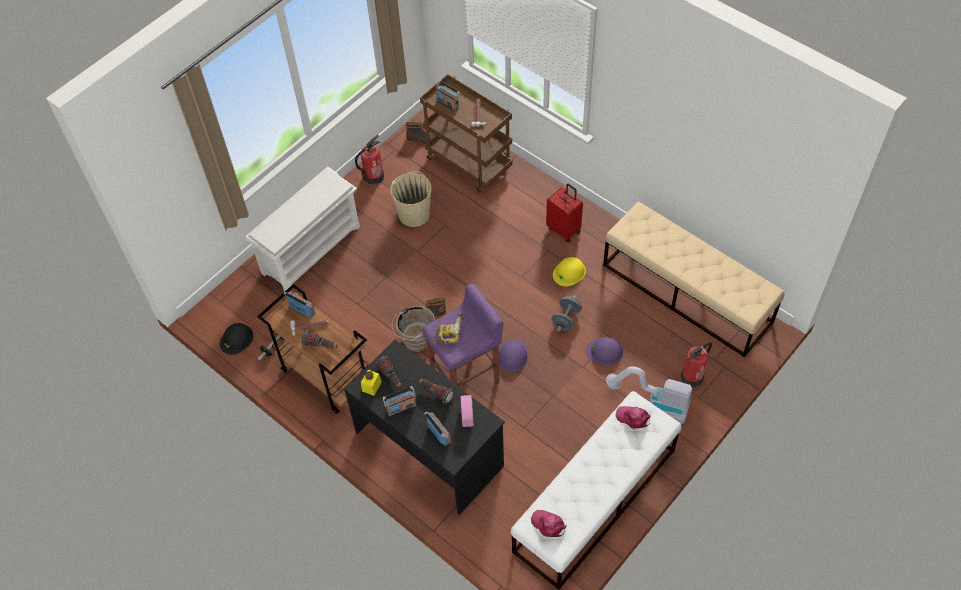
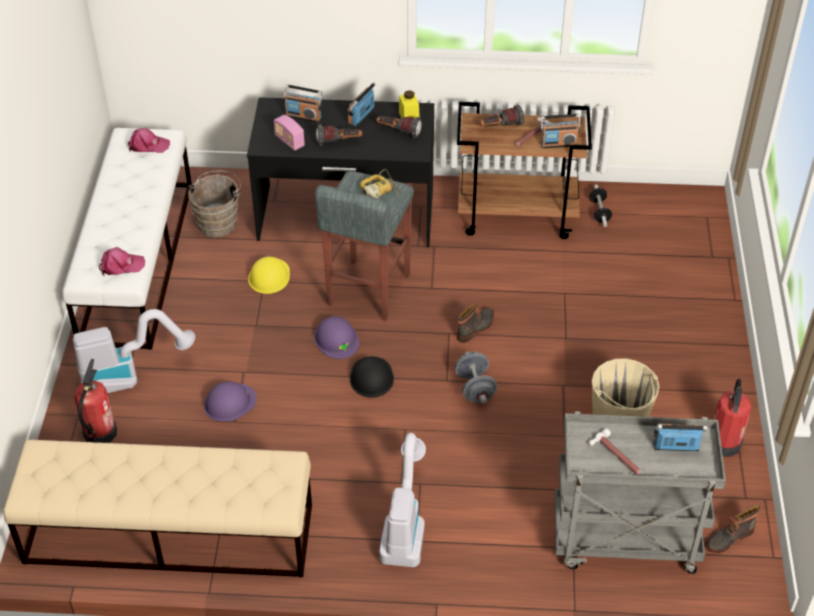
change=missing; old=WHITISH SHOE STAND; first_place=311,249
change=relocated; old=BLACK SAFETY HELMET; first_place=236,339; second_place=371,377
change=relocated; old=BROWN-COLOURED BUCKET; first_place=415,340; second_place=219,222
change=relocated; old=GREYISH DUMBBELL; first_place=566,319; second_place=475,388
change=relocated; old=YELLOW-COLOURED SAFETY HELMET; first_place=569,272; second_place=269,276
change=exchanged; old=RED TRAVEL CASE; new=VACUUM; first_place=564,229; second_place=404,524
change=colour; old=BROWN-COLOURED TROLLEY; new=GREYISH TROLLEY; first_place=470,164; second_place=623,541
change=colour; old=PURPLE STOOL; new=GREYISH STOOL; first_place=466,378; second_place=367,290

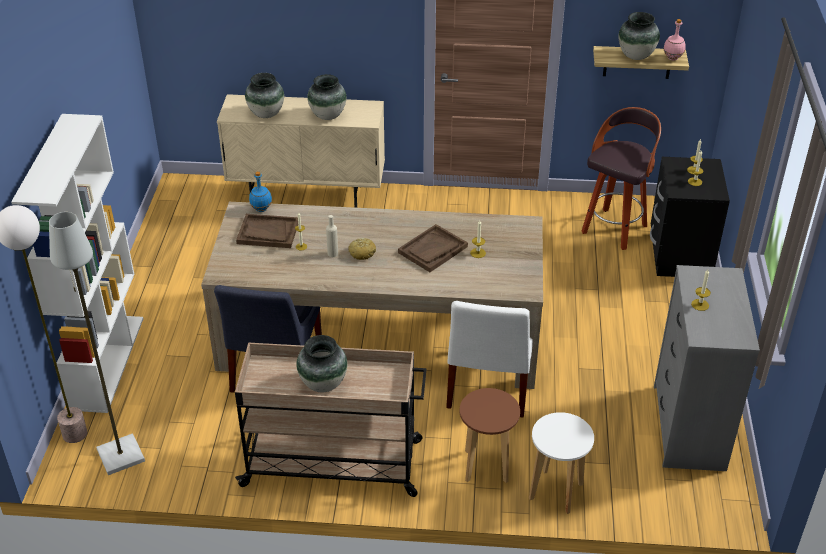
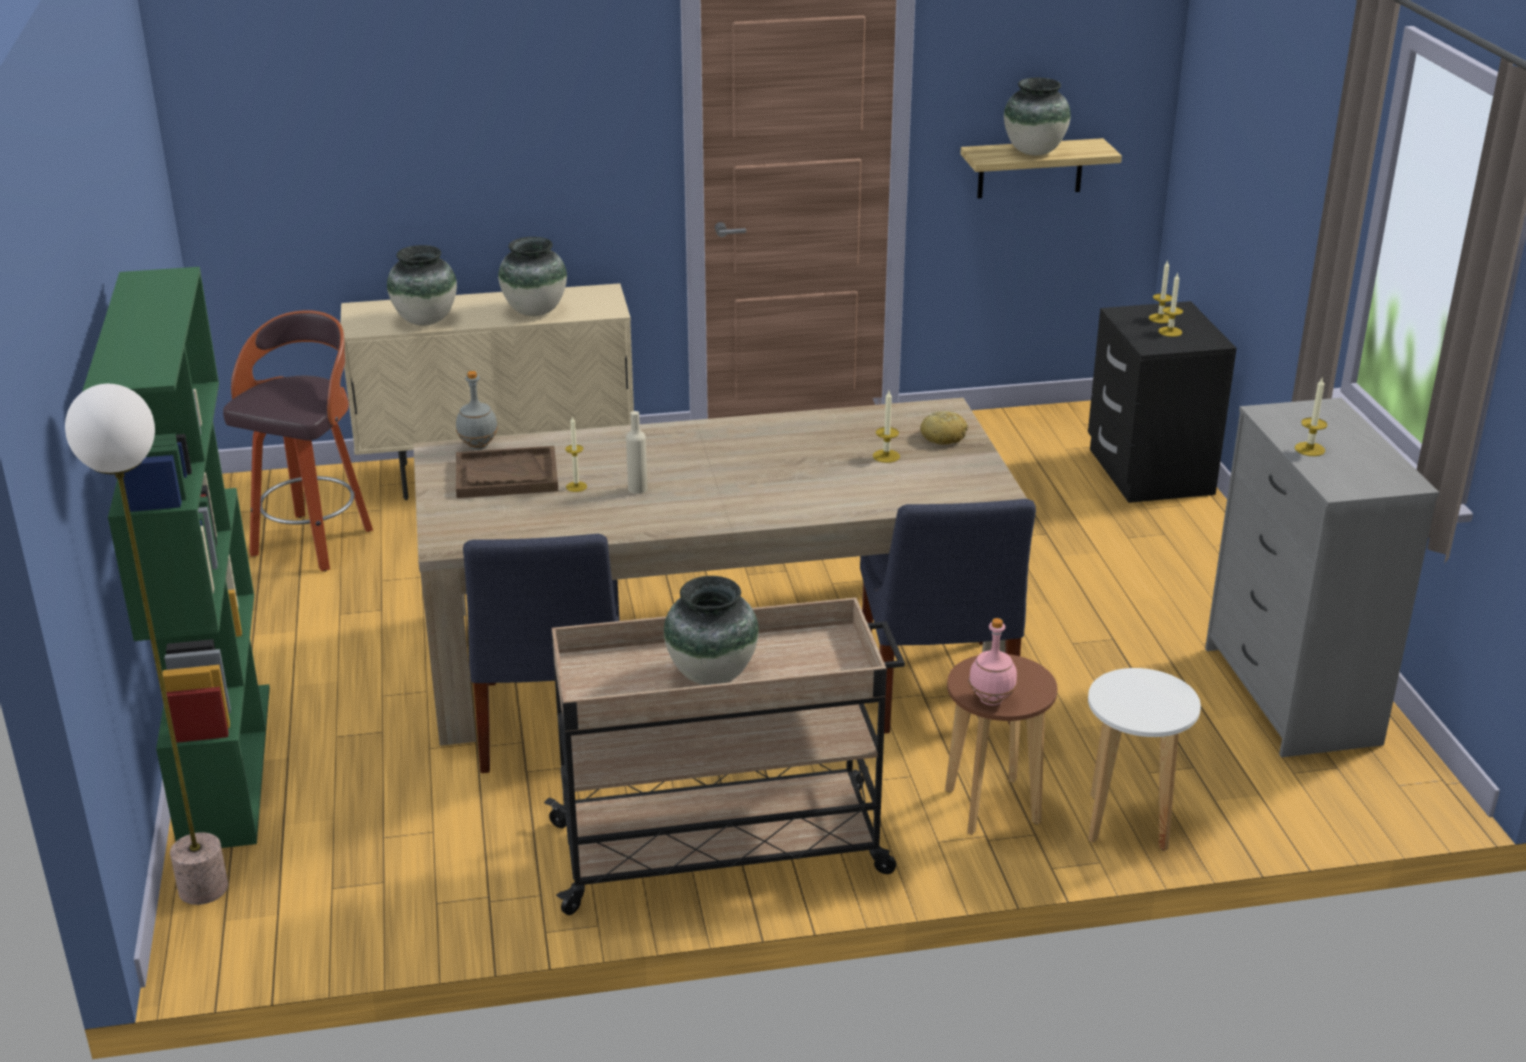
change=missing; old=GREYISH STANDARD LAMP; first_place=120,456
change=missing; old=BROWN-COLOURED CARRYING TRAY; first_place=432,250
change=relocated; old=BREAD; first_place=362,253; second_place=943,436
change=relocated; old=STOOL; first_place=615,228; second_place=314,541
change=relocated; old=PINK BOTTLE; first_place=672,58; second_place=990,700
change=colour; old=WHITISH SHELVING UNIT; new=GREEN-COLOURED SHELVING UNIT; first_place=107,362; second_place=225,764
change=colour; old=BLUE BOTTLE; new=GREYISH BOTTLE; first_place=261,209; second_place=477,446
change=colour; old=WHITISH UPRIGHT CHAIR; new=BLUE UPRIGHT CHAIR; first_place=488,386; second_place=936,690

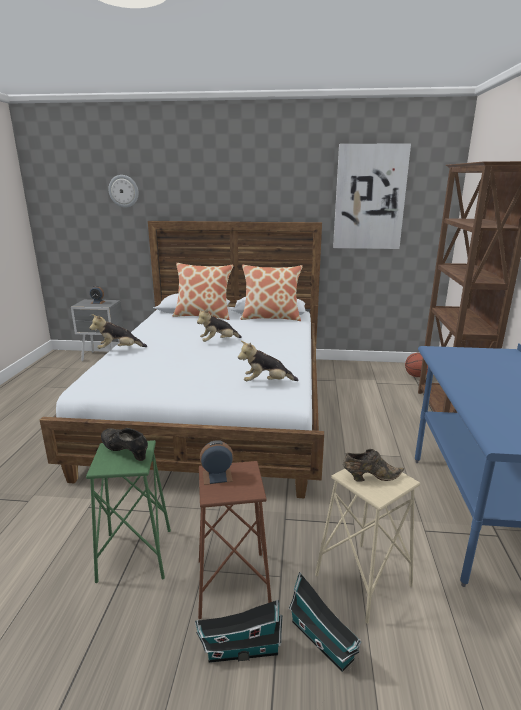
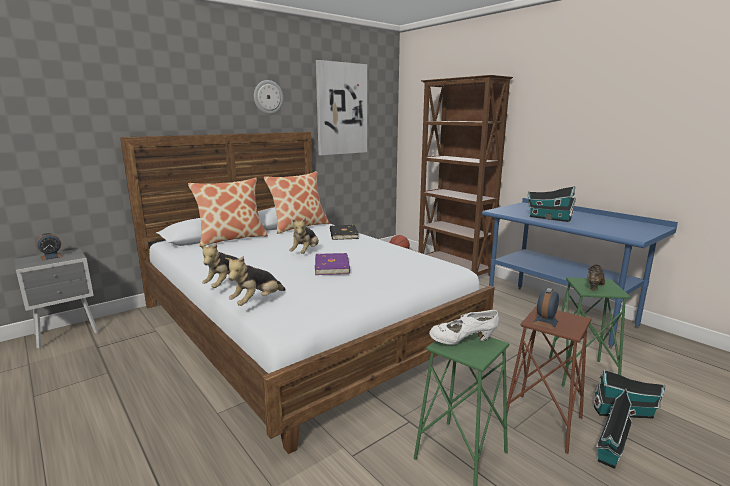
change=appeared; new=PURPLE VOLUME; second_place=333,266
change=appeared; new=BLACK VOLUME; second_place=343,234
change=appeared; new=MINIATURE HOUSE; second_place=548,218
change=relocated; old=HANGING CLOCK; first_place=123,191; second_place=268,97
change=relocated; old=SOFT TOY; first_place=266,383; second_place=257,302
change=colour; old=BLACK SHOE; new=WHITISH SHOE; first_place=125,452; second_place=462,341
change=colour; old=SAND-COLOURED STOOL; new=GREEN-COLOURED STOOL; first_place=363,580; second_place=581,373

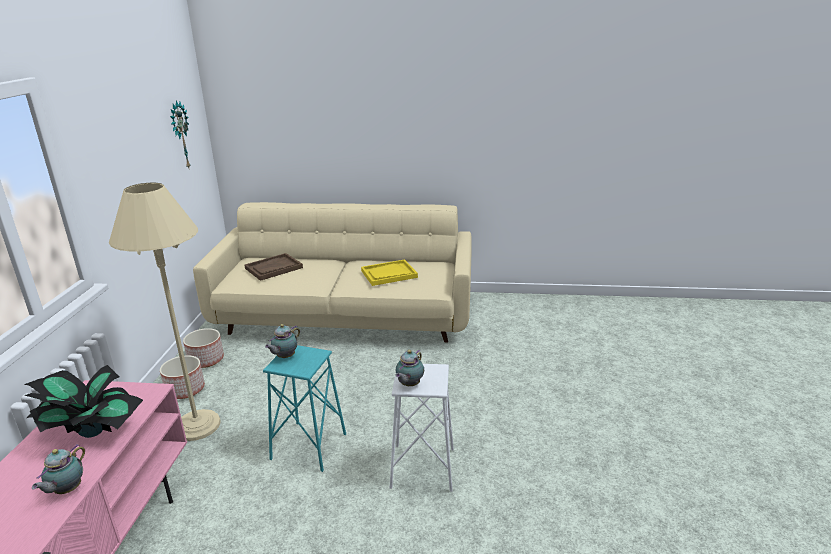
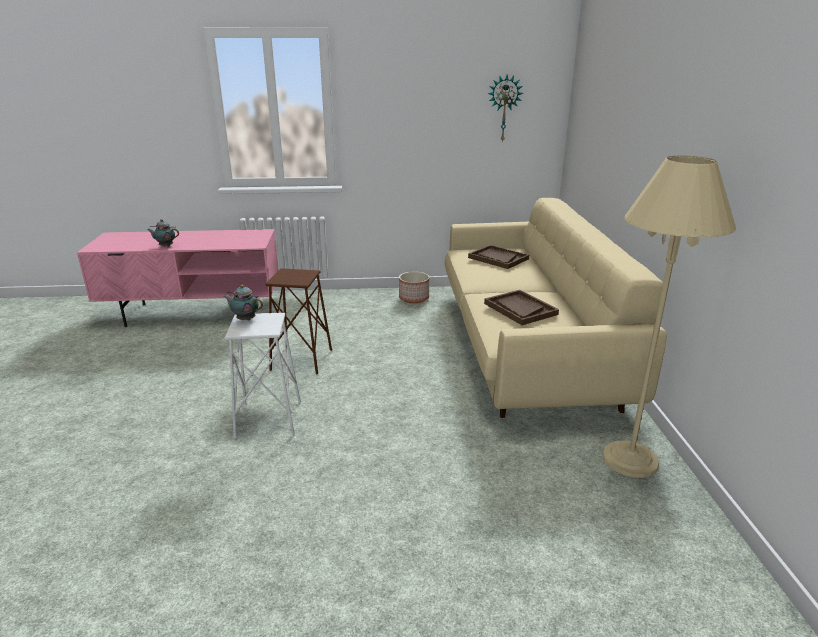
change=missing; old=HOUSEPLANT; first_place=92,431
change=missing; old=PLANT POT; first_place=185,390
change=missing; old=TEAPOT; first_place=284,357
change=relocated; old=SAND-COLOURED STANDARD LAMP; first_place=197,425; second_place=630,459
change=colour; old=TURQUOISE STOOL; new=BROWN-COLOURED STOOL; first_place=309,446; second_place=301,360
change=colour; old=YELLOW-COLOURED CARRYING TRAY; new=BROWN-COLOURED CARRYING TRAY; first_place=389,274; second_place=520,309

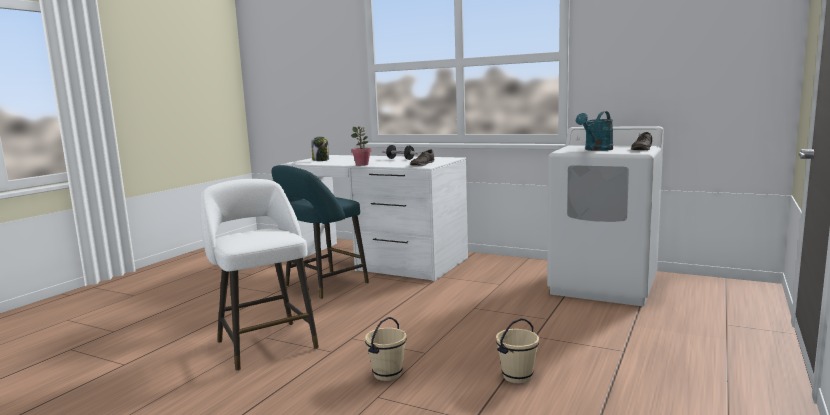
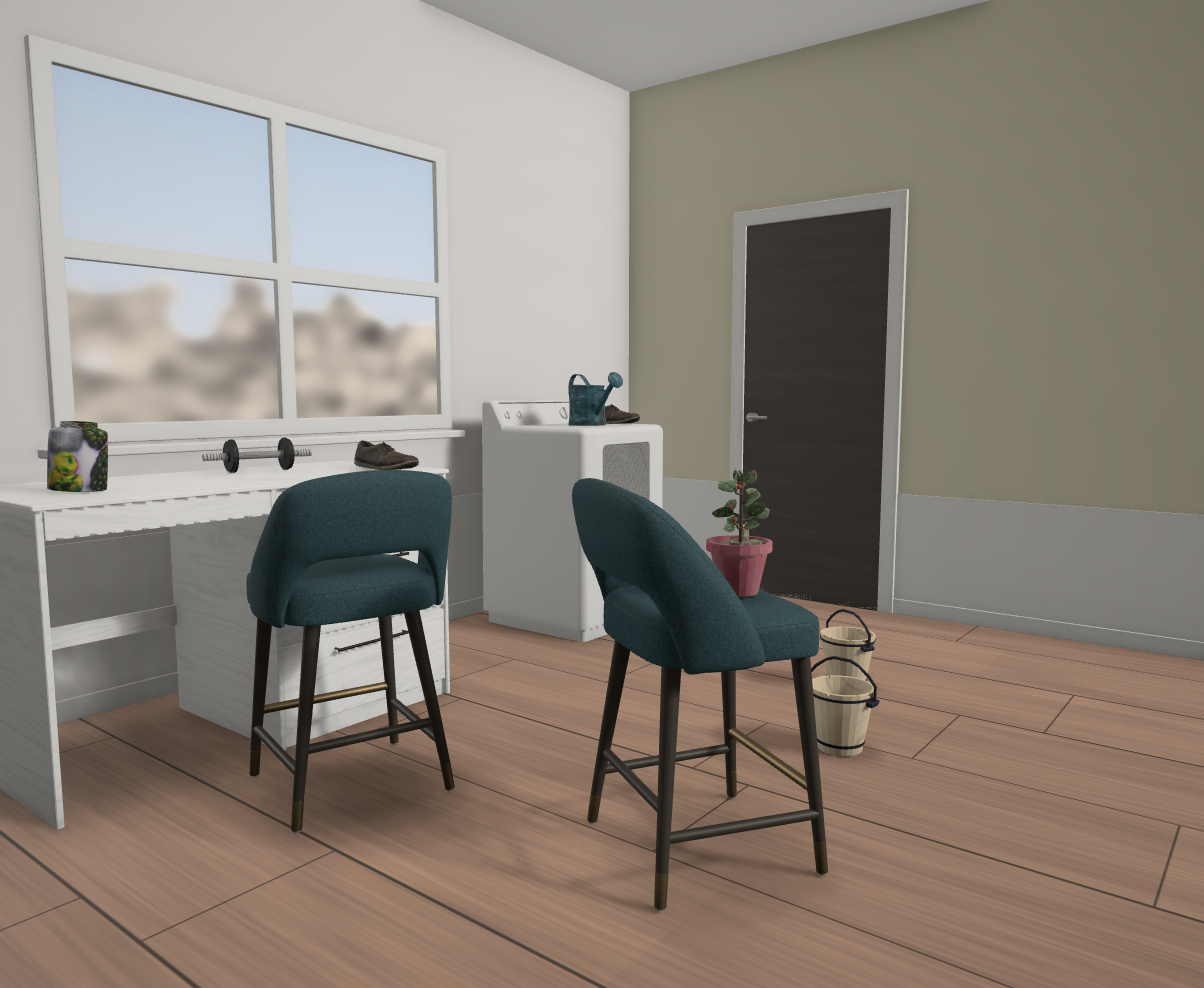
change=relocated; old=HOUSEPLANT; first_place=362,165; second_place=738,592
change=colour; old=WHITISH STOOL; new=TURQUOISE STOOL; first_place=265,343; second_place=686,849

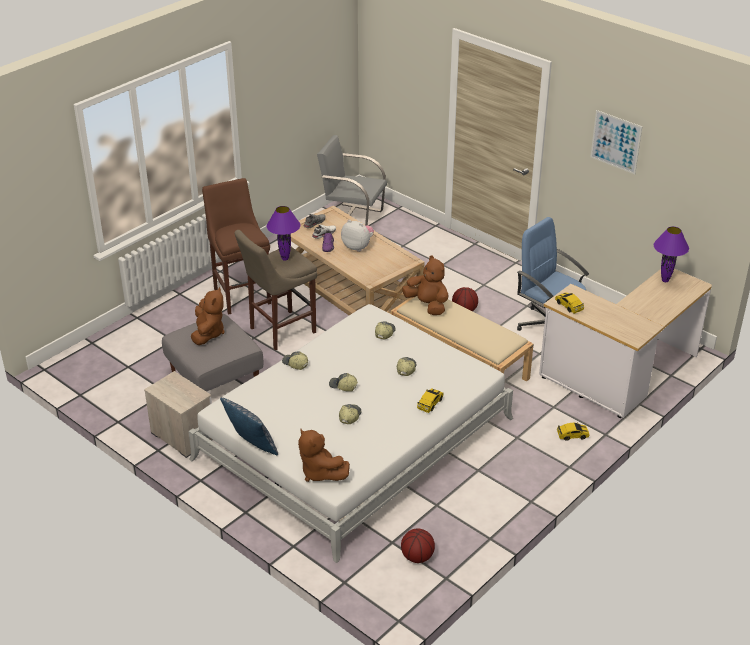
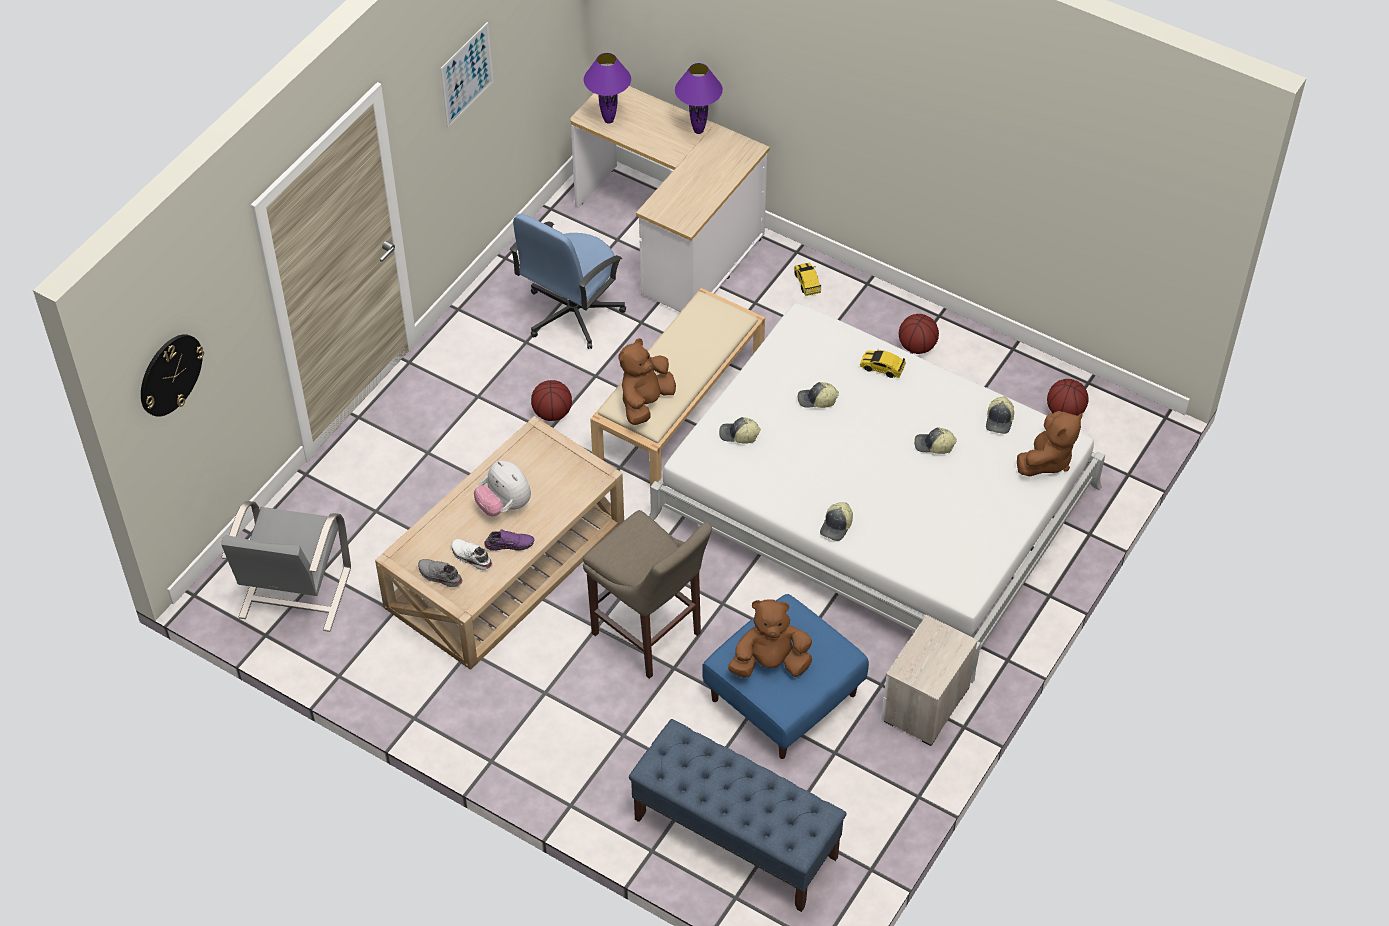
change=missing; old=BROWN-COLOURED STOOL; first_place=241,294
change=missing; old=PILLOW; first_place=252,447
change=missing; old=MODEL CAR; first_place=569,306
change=appeared; new=HANGING CLOCK; second_place=170,374
change=appeared; new=BLUE LONG SEAT; second_place=735,838
change=appeared; new=BASKETBALL BALL; second_place=917,346
change=relocated; old=PURPLE LAMP FOR A TABLE; first_place=285,258; second_place=698,130
change=relocated; old=CAP; first_place=343,386; second_place=1000,420
change=colour; old=GREYISH POUFFE; new=BLUE POUFFE; first_place=215,377; second_place=783,696
change=spun; old=SOFT TOY; first_place=357,247; second_place=504,505; degrees=-60

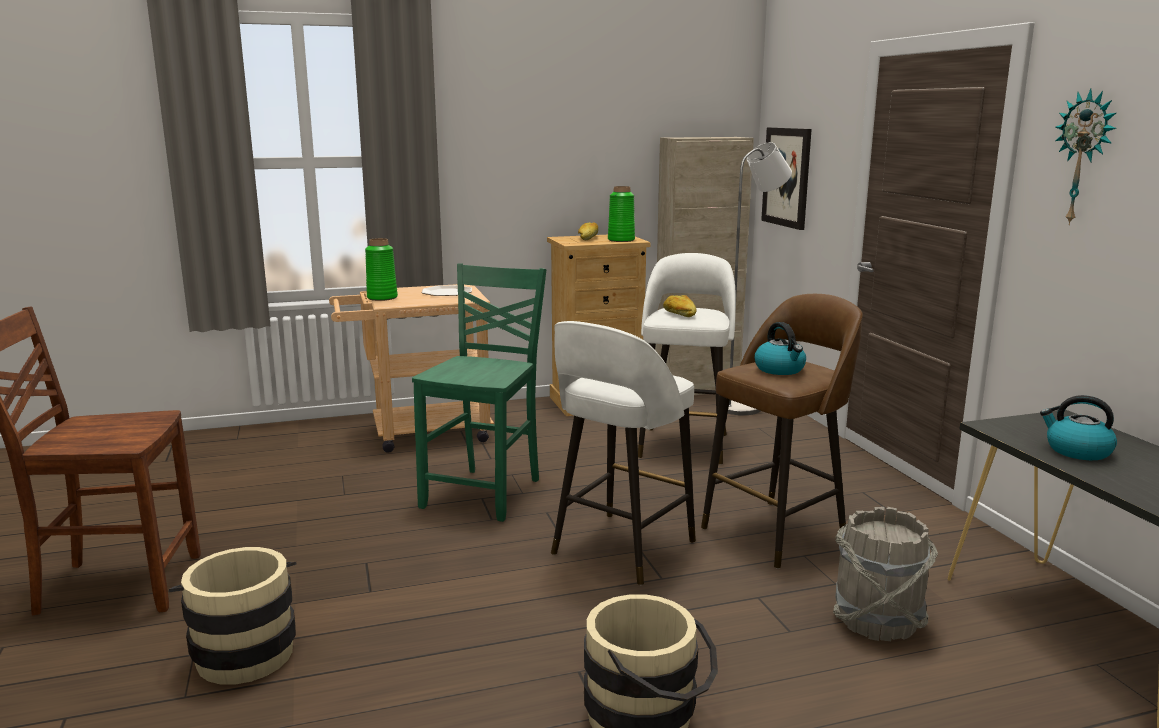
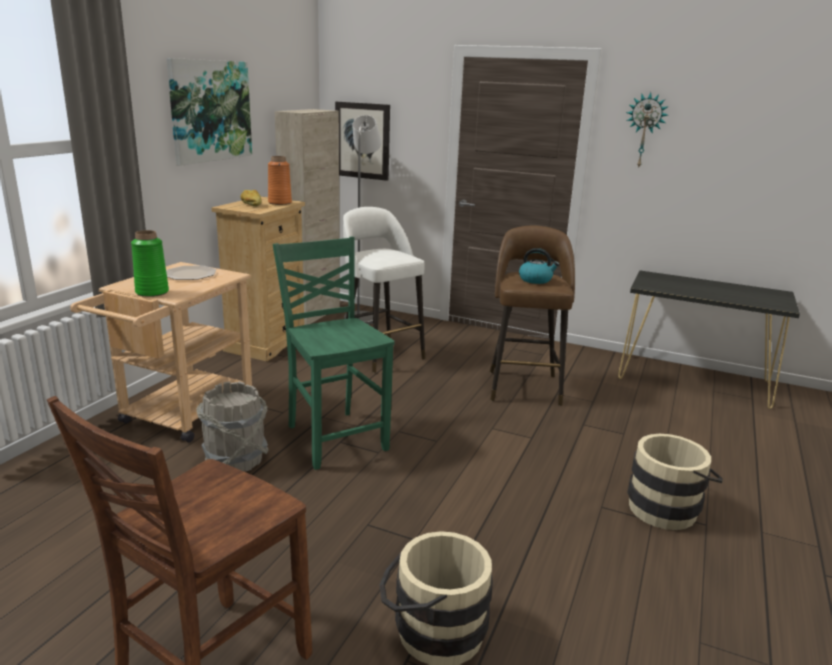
change=missing; old=WHITISH STOOL; first_place=620,549
change=missing; old=BREAD; first_place=679,314
change=missing; old=KETTLE; first_place=1077,451
change=appeared; new=WALL ART; second_place=210,111
change=relocated; old=GREYISH BUCKET; first_place=877,621; second_place=235,460
change=colour; old=GREEN-COLOURED VASE; new=ORANGEY VASE; first_place=621,240; second_place=280,203

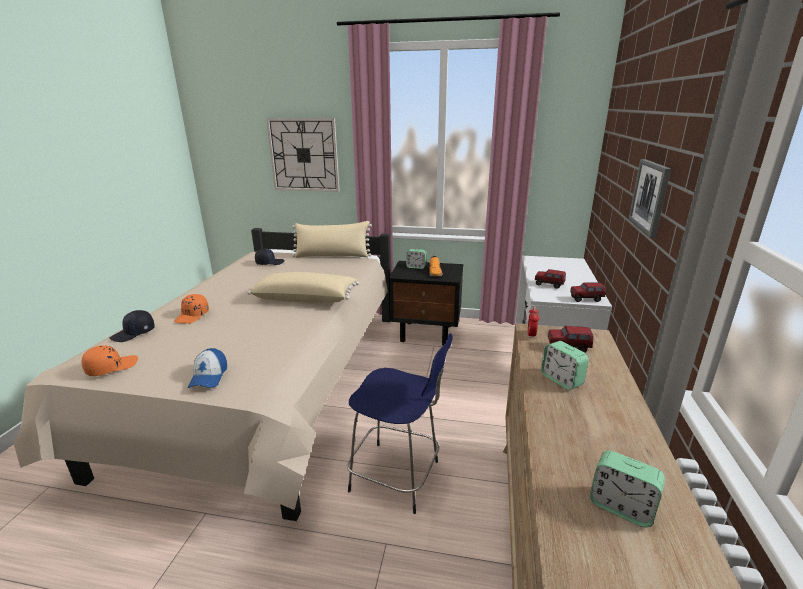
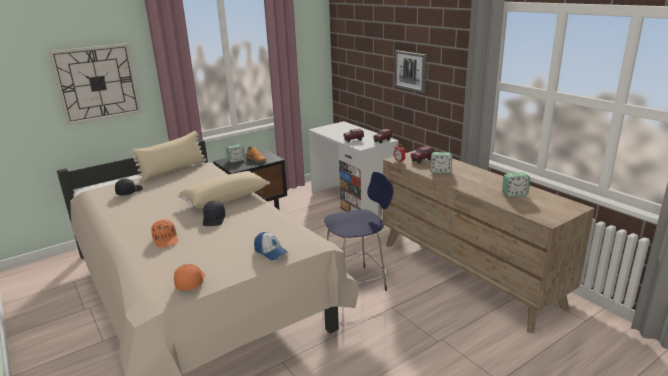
change=relocated; old=BLACK CAP; first_place=134,333; second_place=214,219

